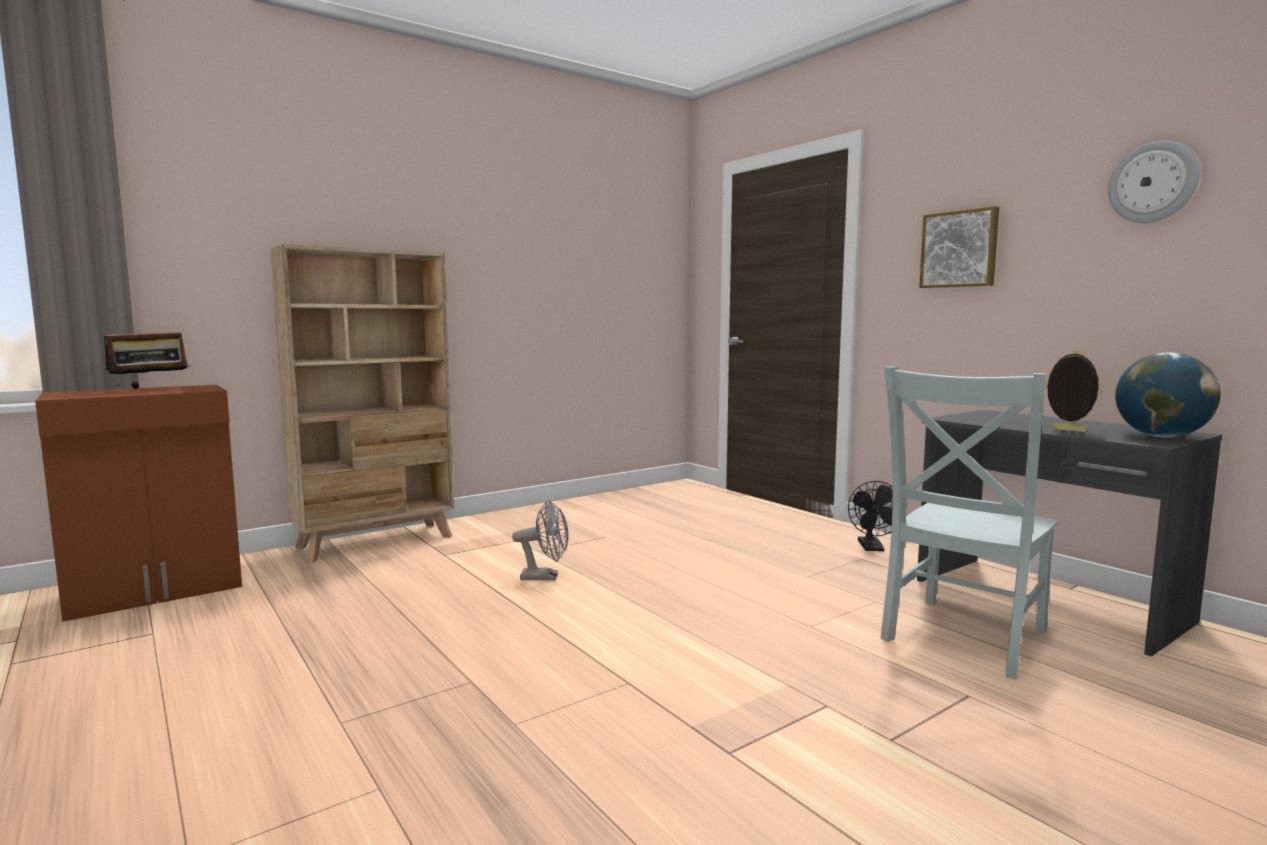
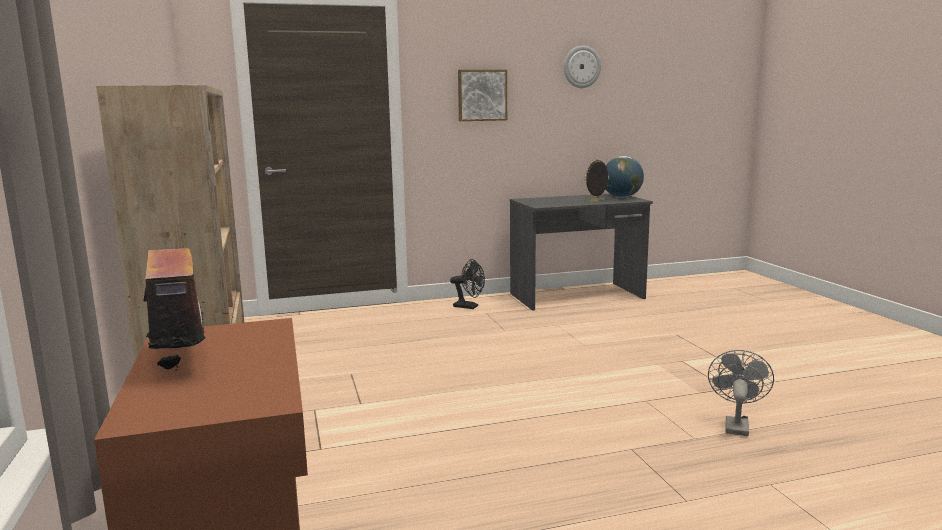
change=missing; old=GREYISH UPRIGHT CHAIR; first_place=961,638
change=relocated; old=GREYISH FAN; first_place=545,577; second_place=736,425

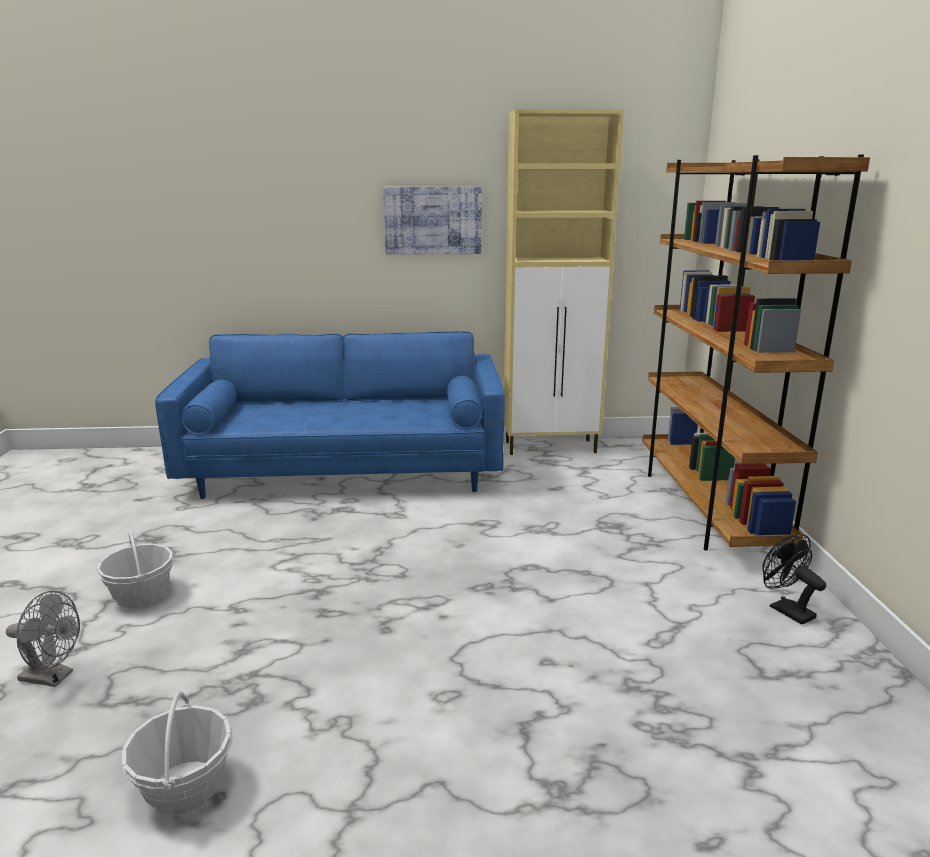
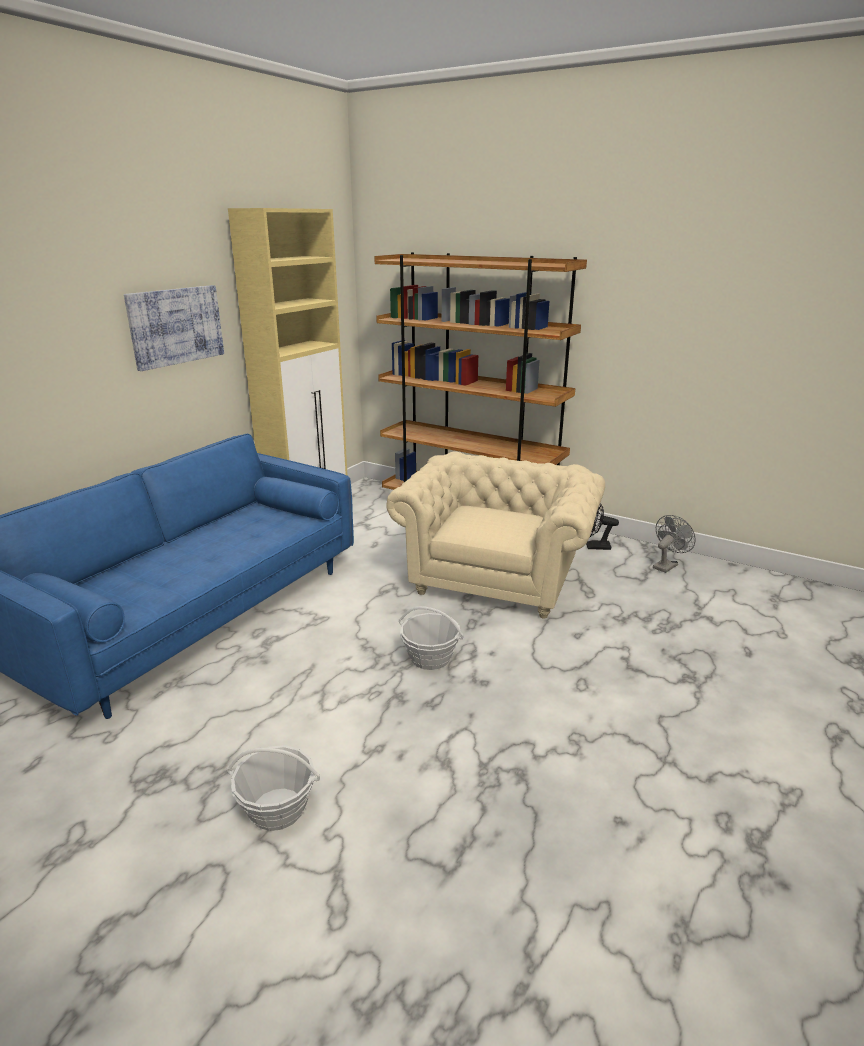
change=appeared; new=SAND-COLOURED EASY CHAIR; second_place=497,577
change=relocated; old=GREYISH FAN; first_place=53,677; second_place=667,565
change=relocated; old=STORAGE BASKET; first_place=185,787; second_place=430,658

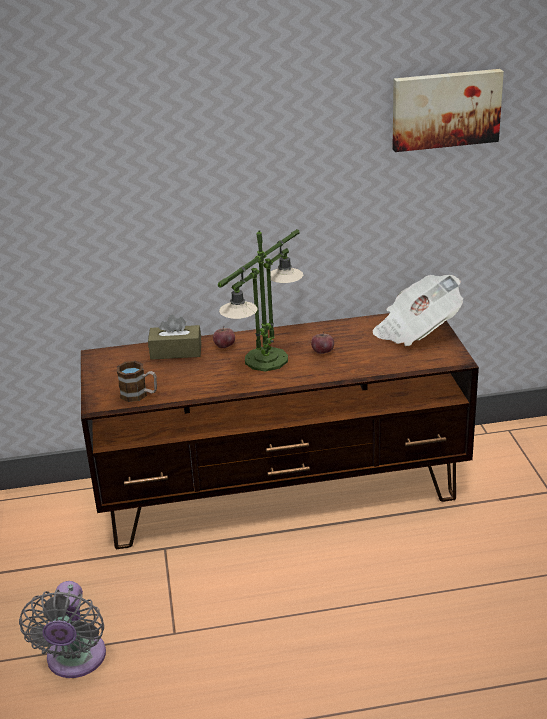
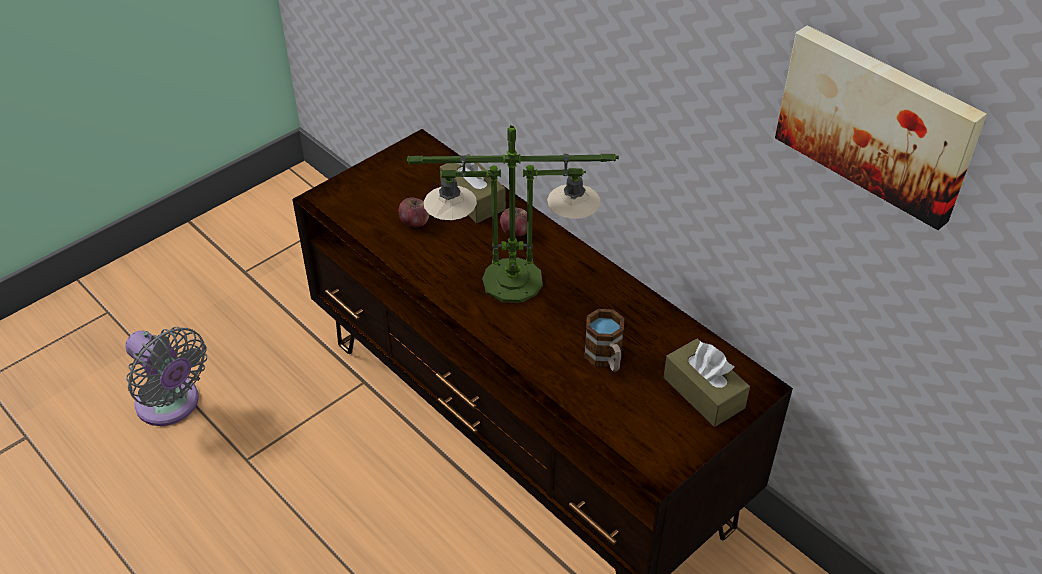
change=relocated; old=COFFEE MUG; first_place=139,395; second_place=606,359
change=relocated; old=APPLE; first_place=322,352; second_place=415,222
change=exchanged; old=NEWSPAPER; new=BROWN-COLOURED BOX OF TISSUES; first_place=416,330; second_place=703,392
change=spun; old=GREYISH FAN; first_place=75,661; second_place=171,405; degrees=-105

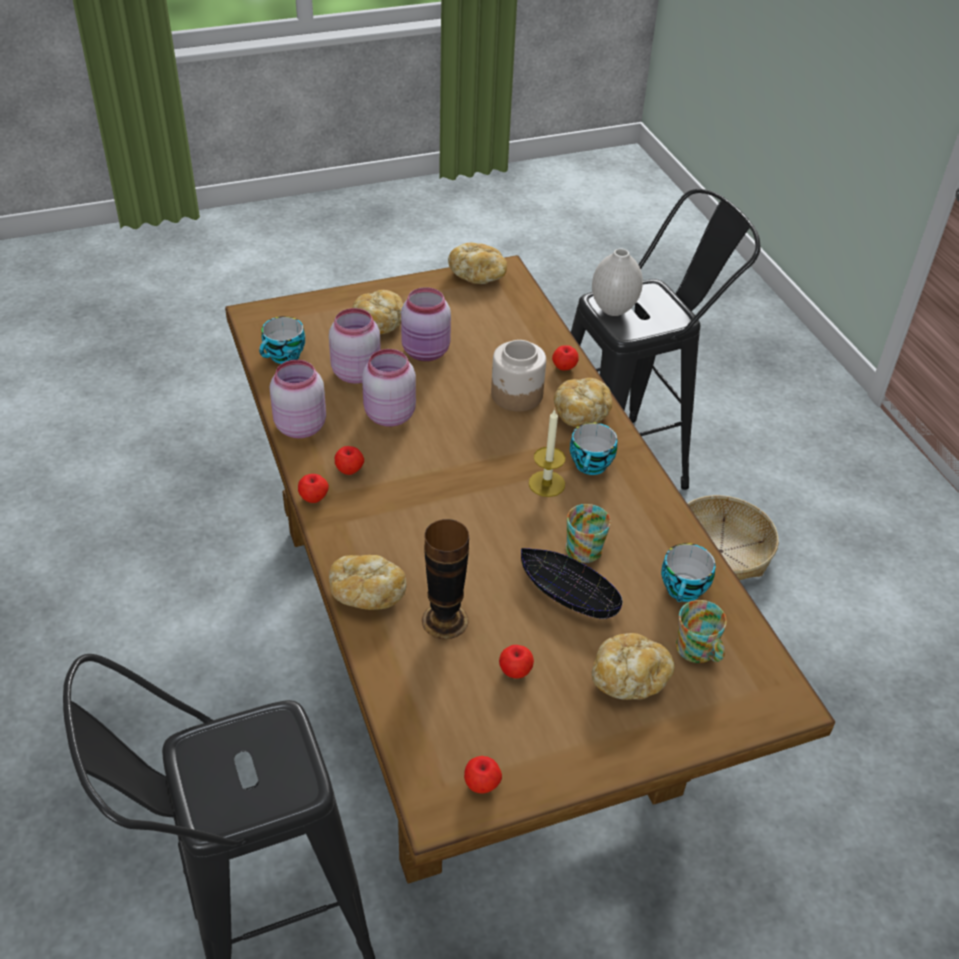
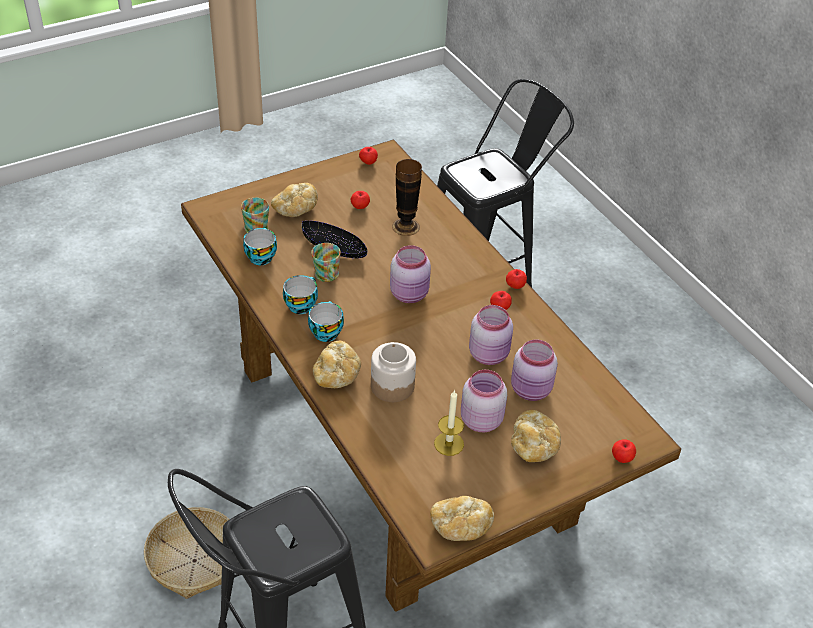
change=missing; old=BREAD; first_place=366,594
change=missing; old=WHITISH VASE; first_place=613,310
change=relocated; old=DRINKING CUP; first_place=284,357; second_place=301,304
change=relocated; old=PINK STORAGE JAR; first_place=299,426; second_place=410,294
change=relocated; old=WAX LIGHT; first_place=546,484; second_place=449,444
change=relocated; old=APPLE; first_place=564,368; second_place=622,458

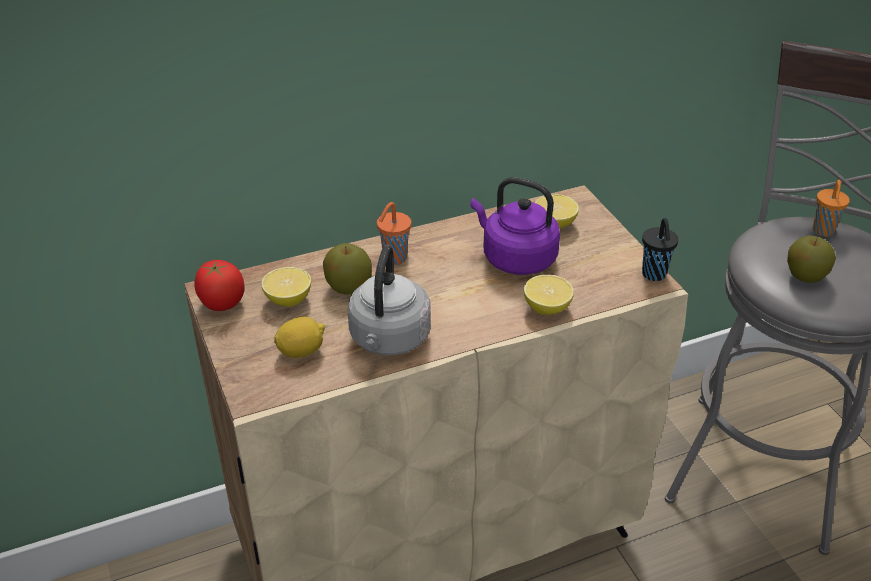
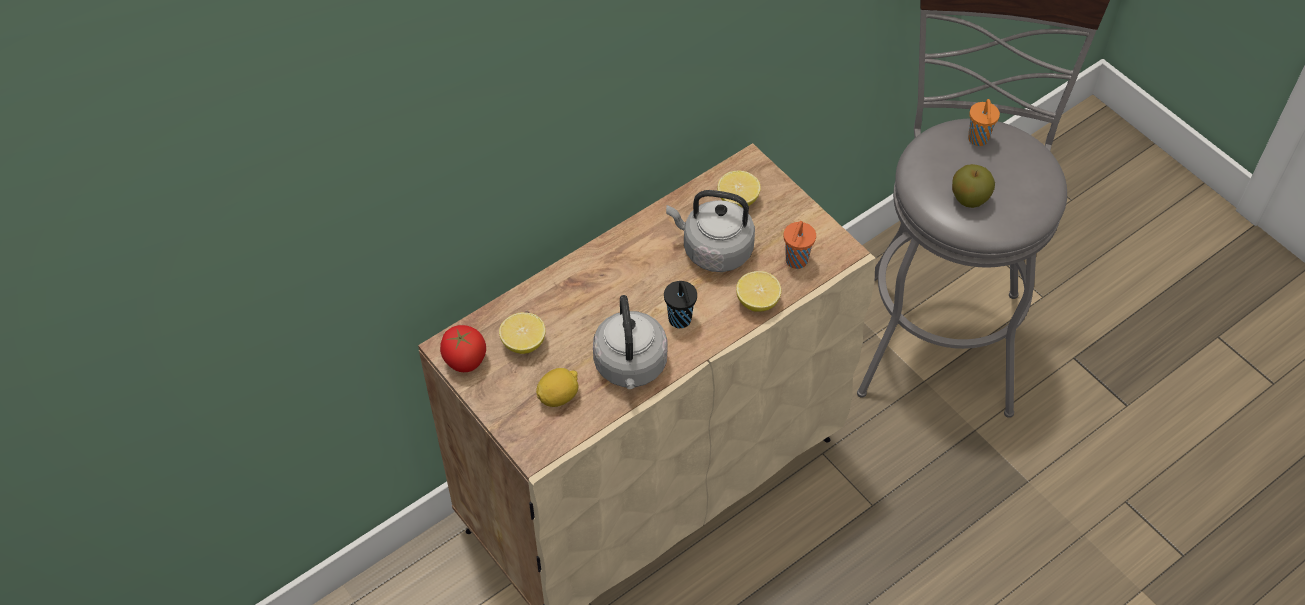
change=missing; old=APPLE; first_place=348,287
change=relocated; old=ORANGEY DRINKING CUP; first_place=394,259; second_place=796,261
change=relocated; old=BLACK DRINKING CUP; first_place=654,275; second_place=680,320
change=colour; old=PURPLE KETTLE; new=GREYISH KETTLE; first_place=515,258; second_place=713,249

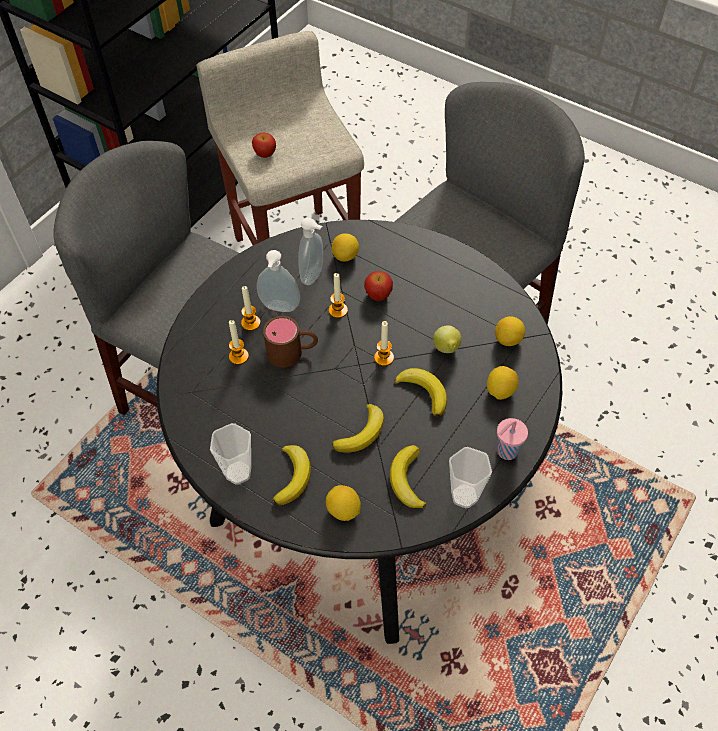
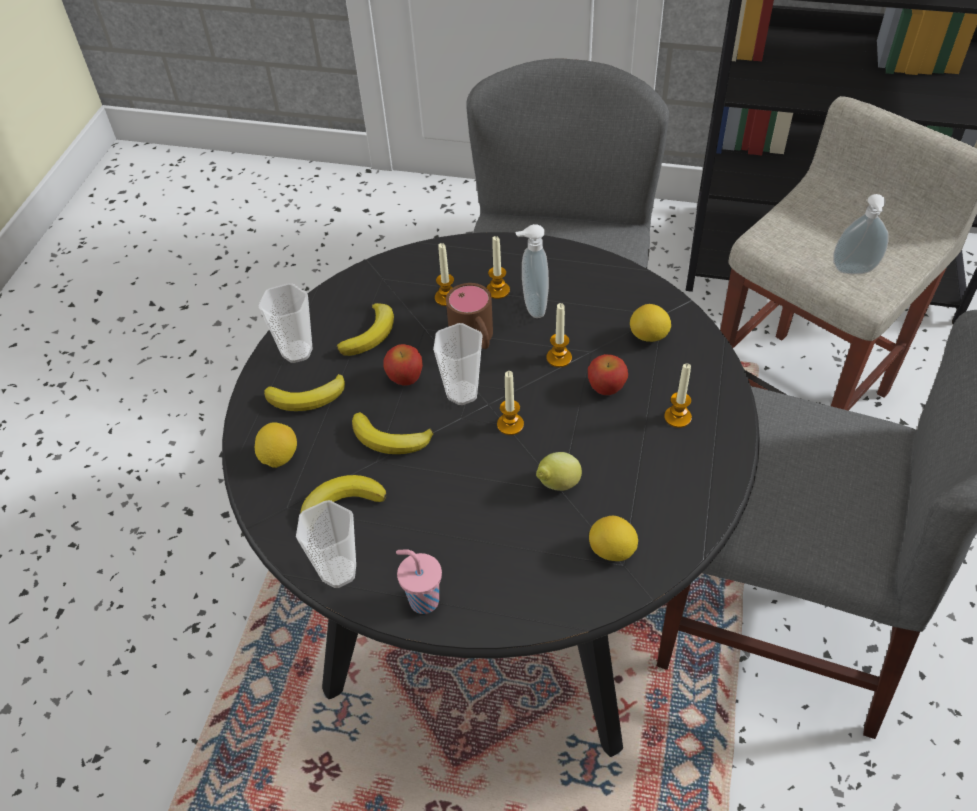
change=missing; old=CITRUS FRUIT; first_place=500,391
change=appeared; new=DRINKING CUP; second_place=462,393
change=appeared; new=WAX LIGHT; second_place=677,417
change=relocated; old=APPLE; first_place=265,154; second_place=405,377
change=relocated; old=SOAP BOTTLE; first_place=314,276; second_place=854,271
change=relocated; old=BANANA FRUIT; first_place=424,392; second_place=370,334

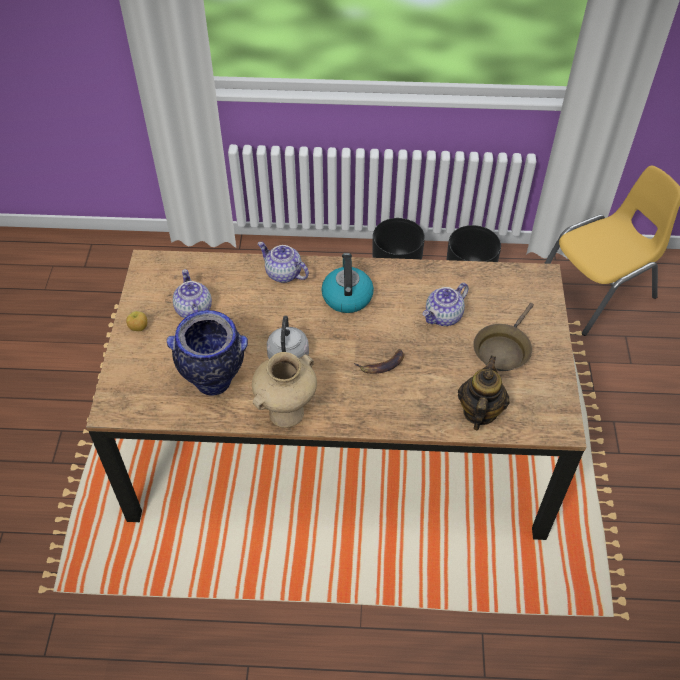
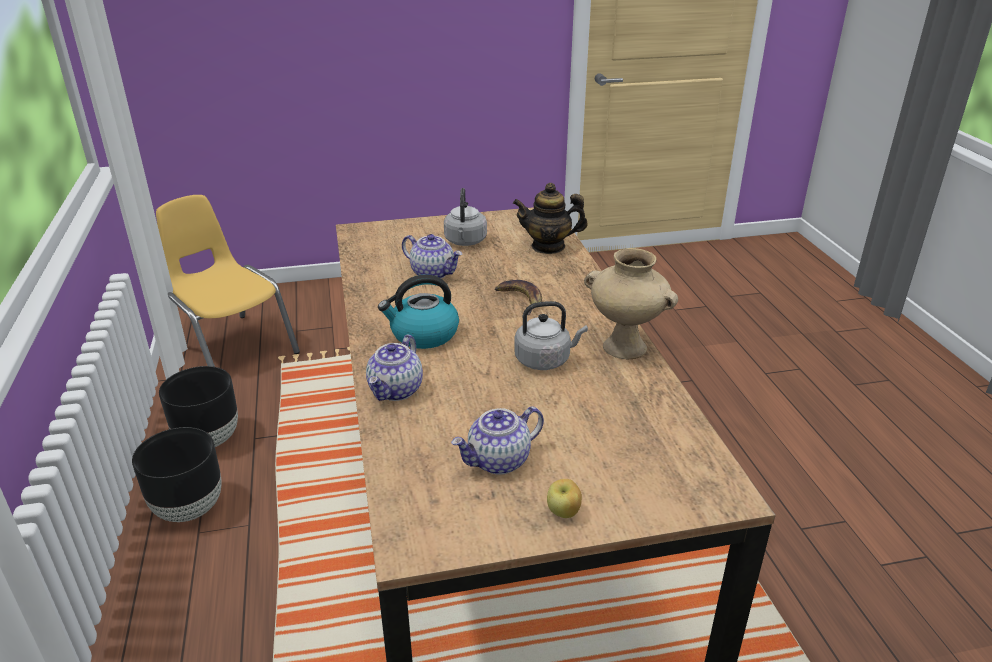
change=missing; old=VASE; first_place=214,381
change=exchanged; old=BROWN-COLOURED FRYING PAN; new=GREYISH KETTLE; first_place=503,349; second_place=465,242

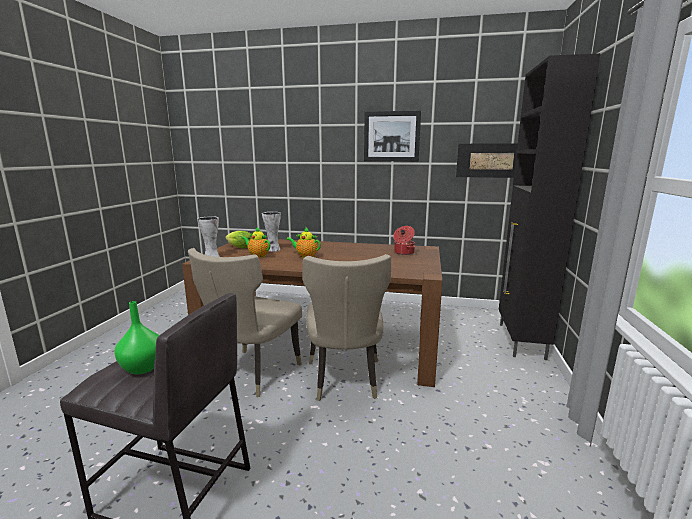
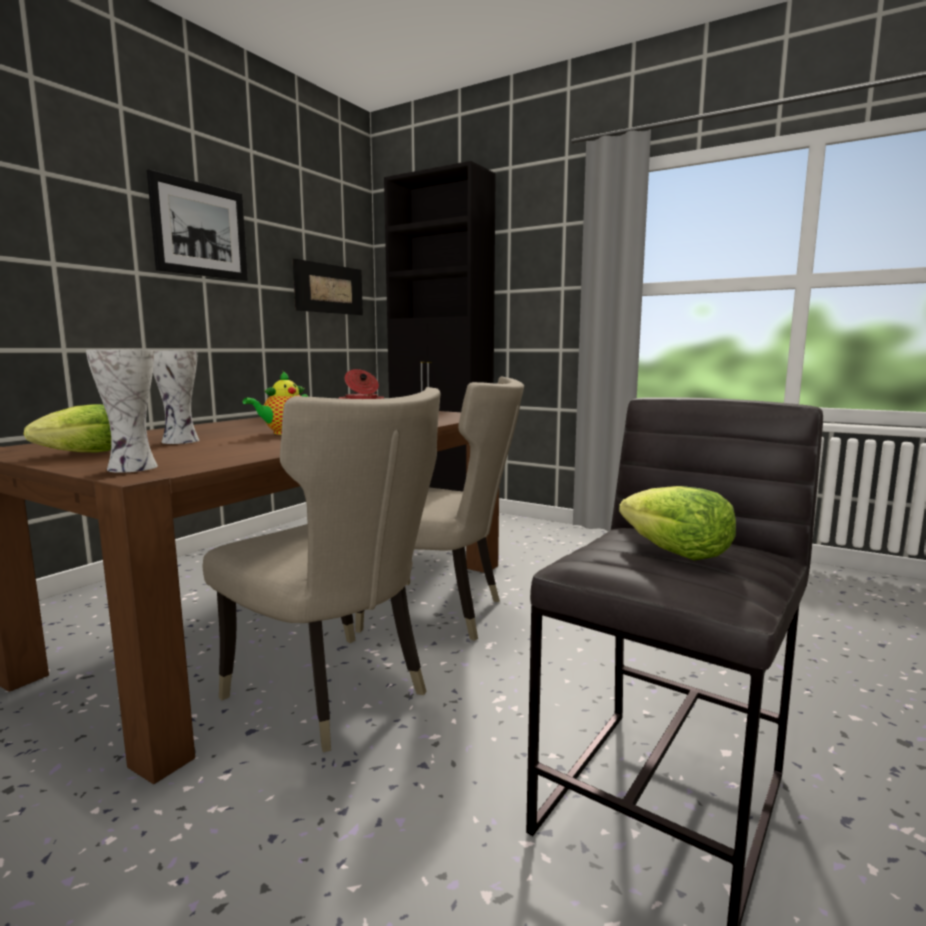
change=missing; old=TEAPOT; first_place=257,255
change=exchanged; old=GREEN-COLOURED VASE; new=LETTUCE HEAD; first_place=142,368; second_place=676,552

